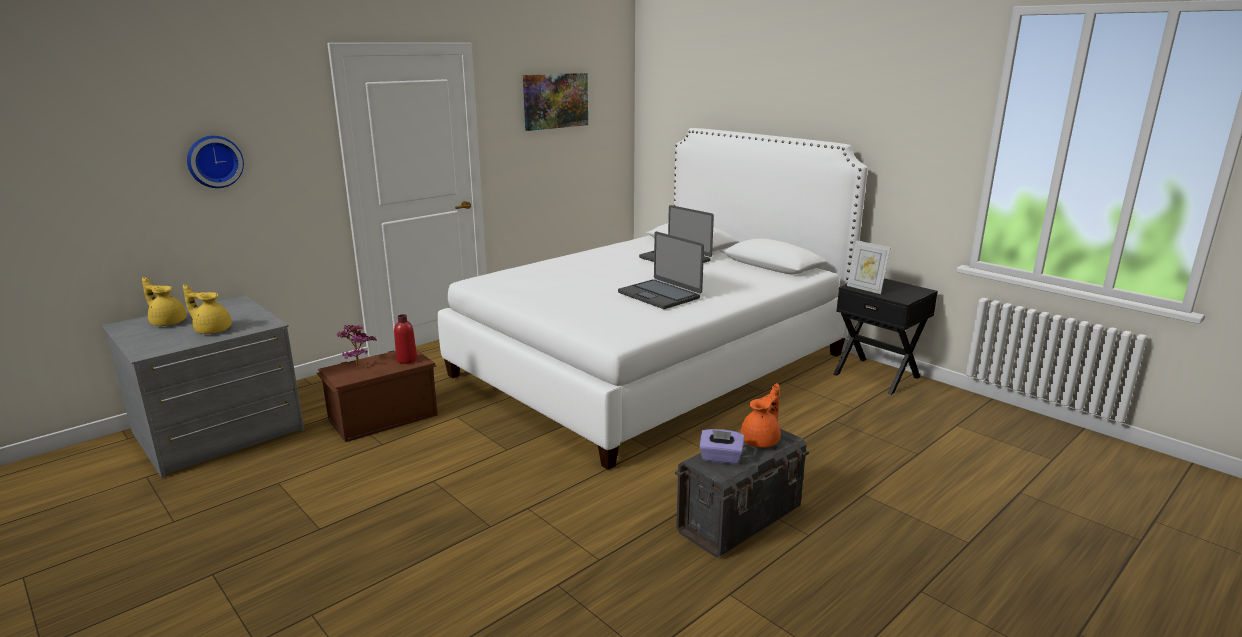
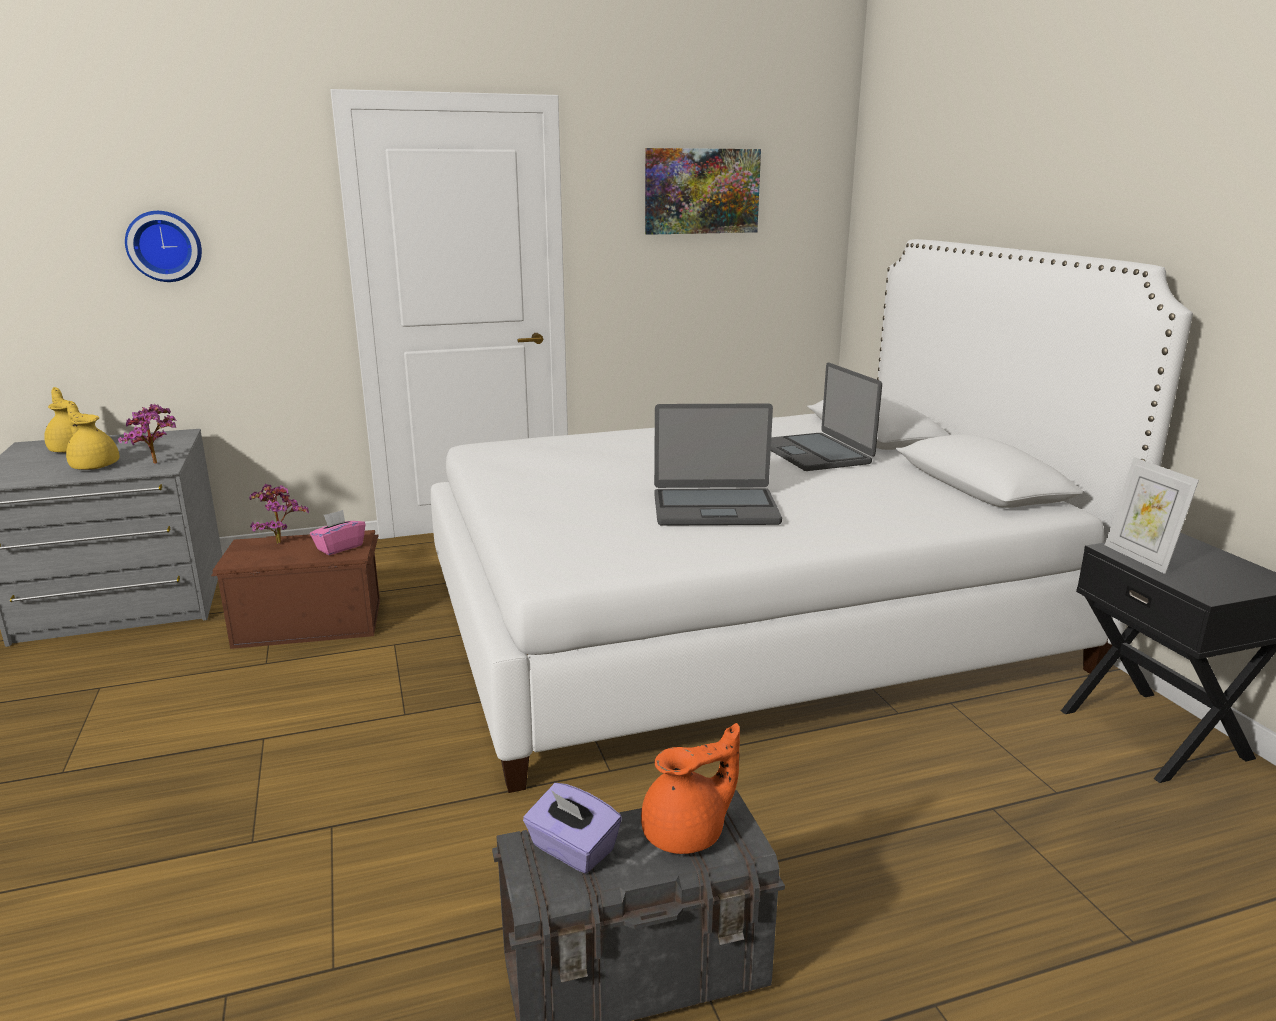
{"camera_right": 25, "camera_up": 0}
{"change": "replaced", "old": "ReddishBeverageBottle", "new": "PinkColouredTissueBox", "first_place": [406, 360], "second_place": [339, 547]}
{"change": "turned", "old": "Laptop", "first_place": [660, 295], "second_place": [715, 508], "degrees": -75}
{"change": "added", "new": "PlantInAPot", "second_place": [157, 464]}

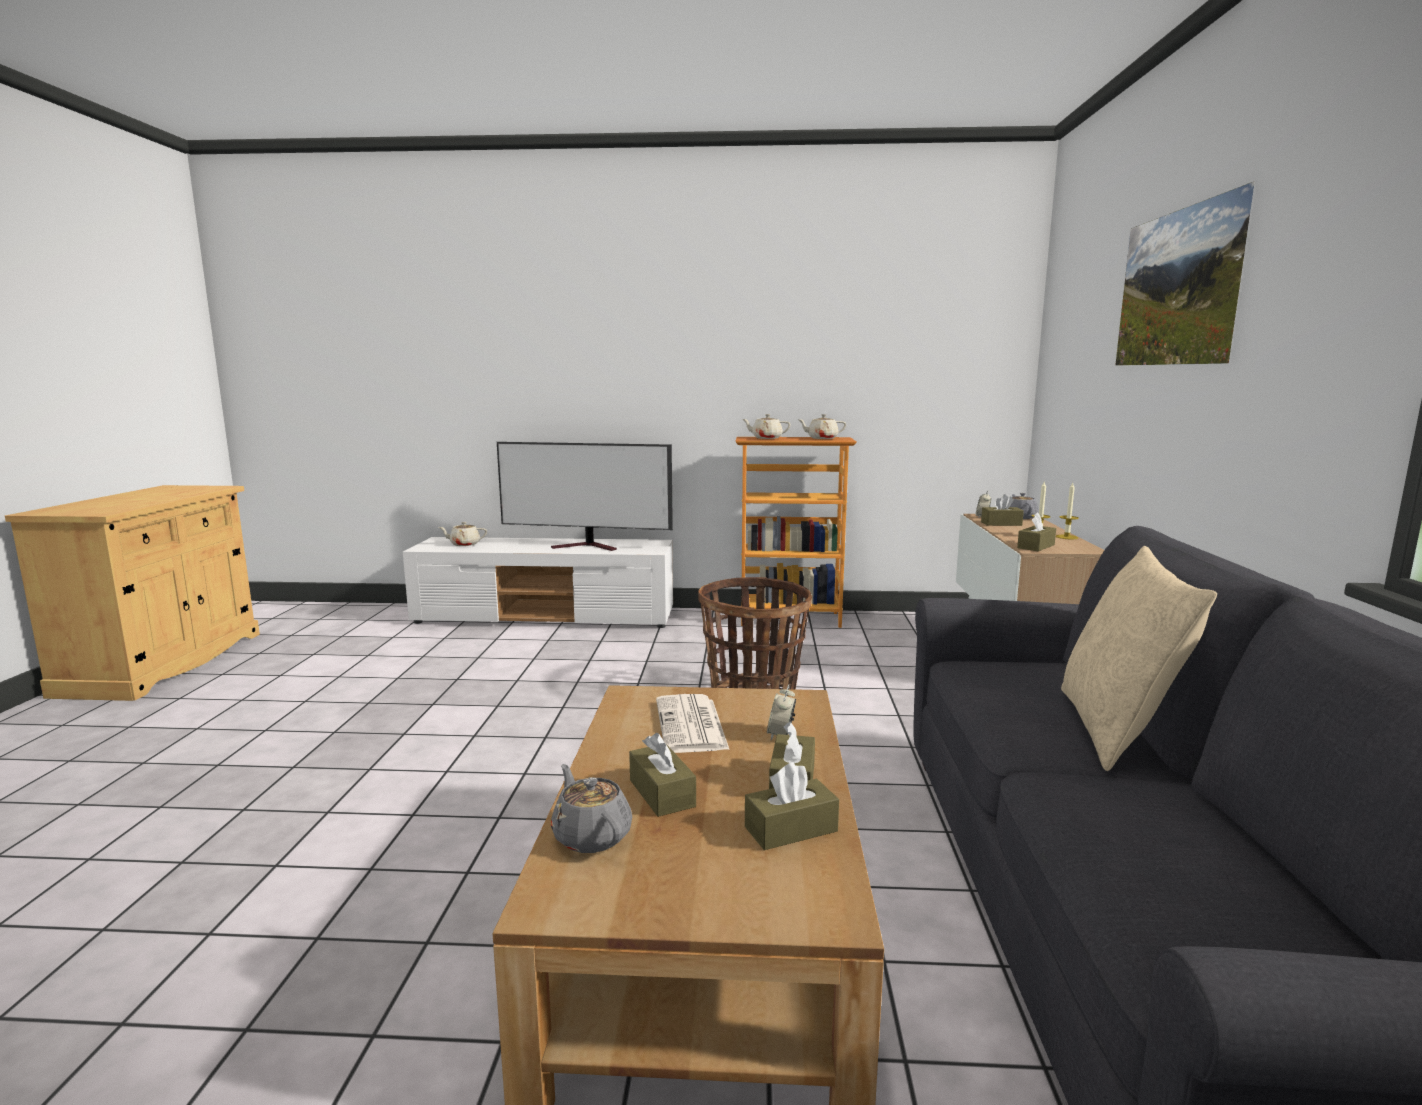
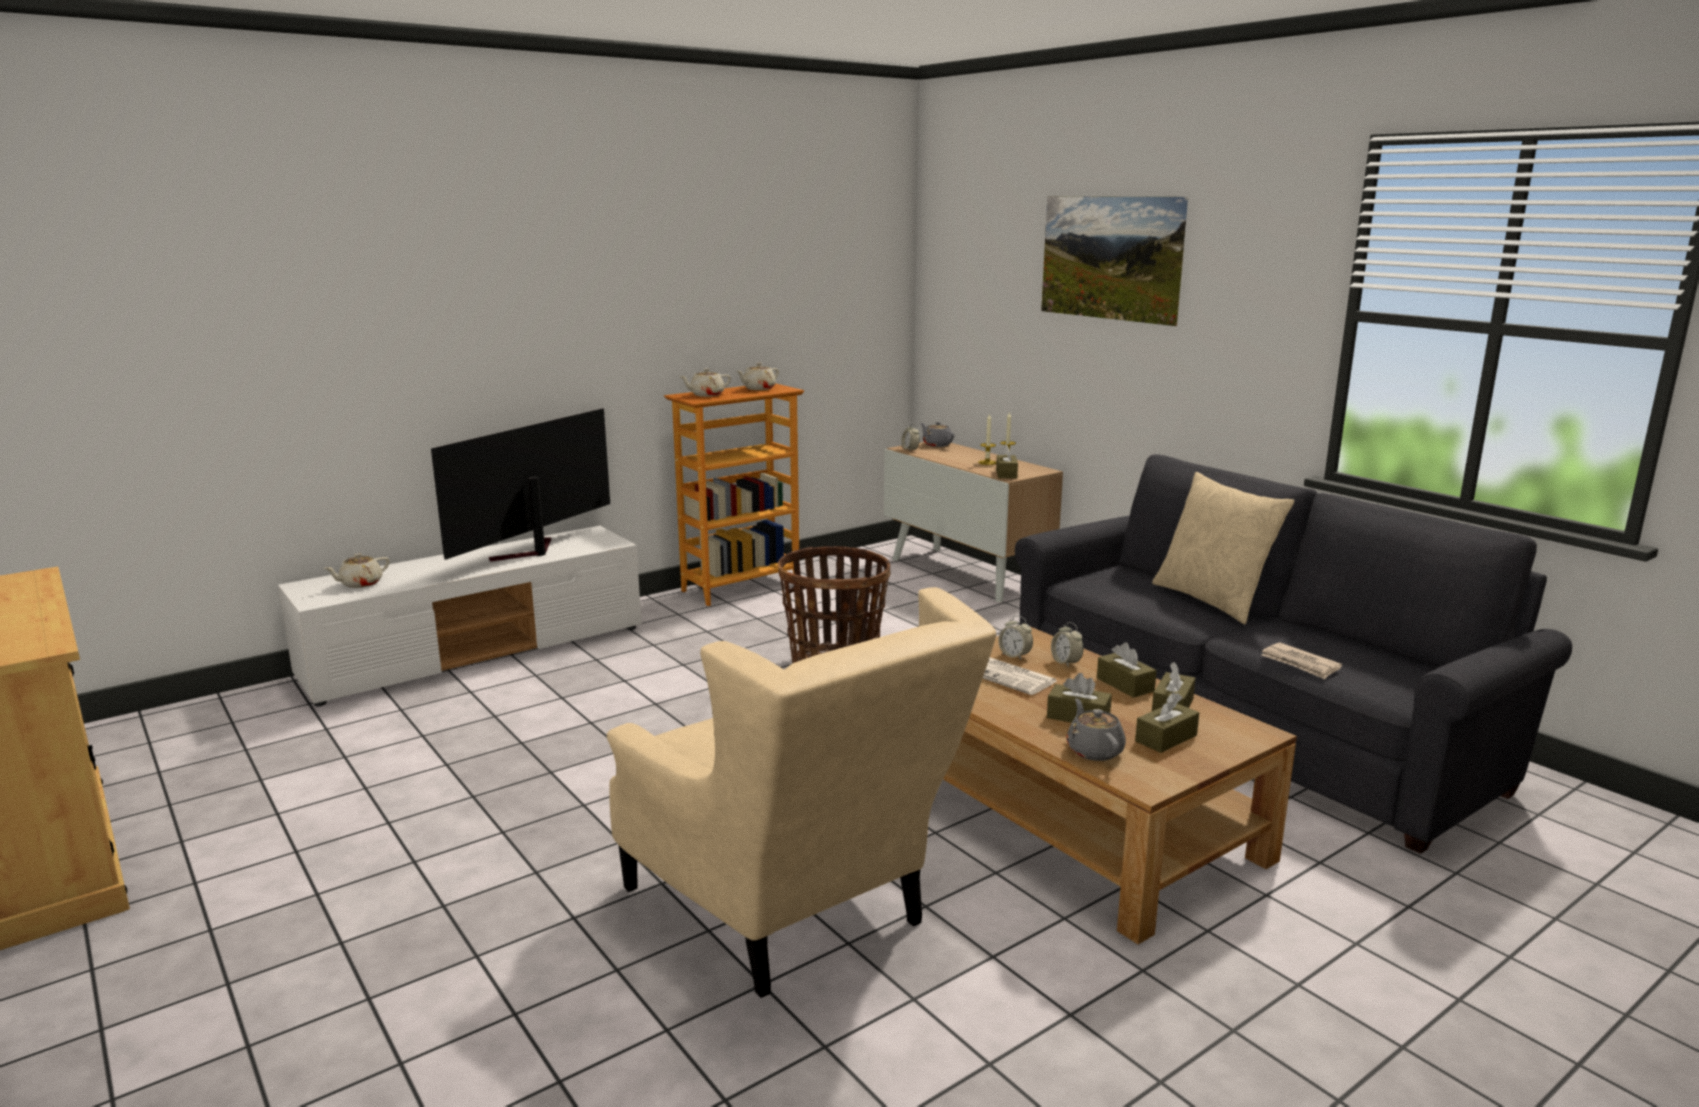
{"camera_right": -40, "camera_up": 5}
{"change": "turned", "old": "TvSet", "first_place": [589, 546], "second_place": [529, 553], "degrees": 150}
{"change": "turned", "old": "GreyishTeapot", "first_place": [591, 836], "second_place": [1094, 751], "degrees": 60}
{"change": "moved", "old": "BrownishTissueBox", "first_place": [1001, 523], "second_place": [1166, 738]}
{"change": "added", "new": "BeigeColouredEasyChair", "second_place": [795, 913]}
{"change": "added", "new": "BedsideClock", "second_place": [1015, 656]}
{"change": "added", "new": "DailyPaper", "second_place": [1300, 664]}

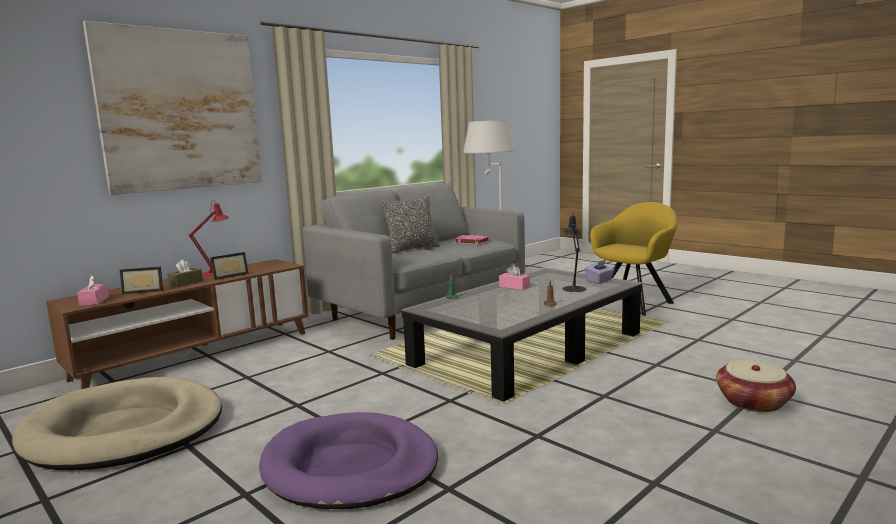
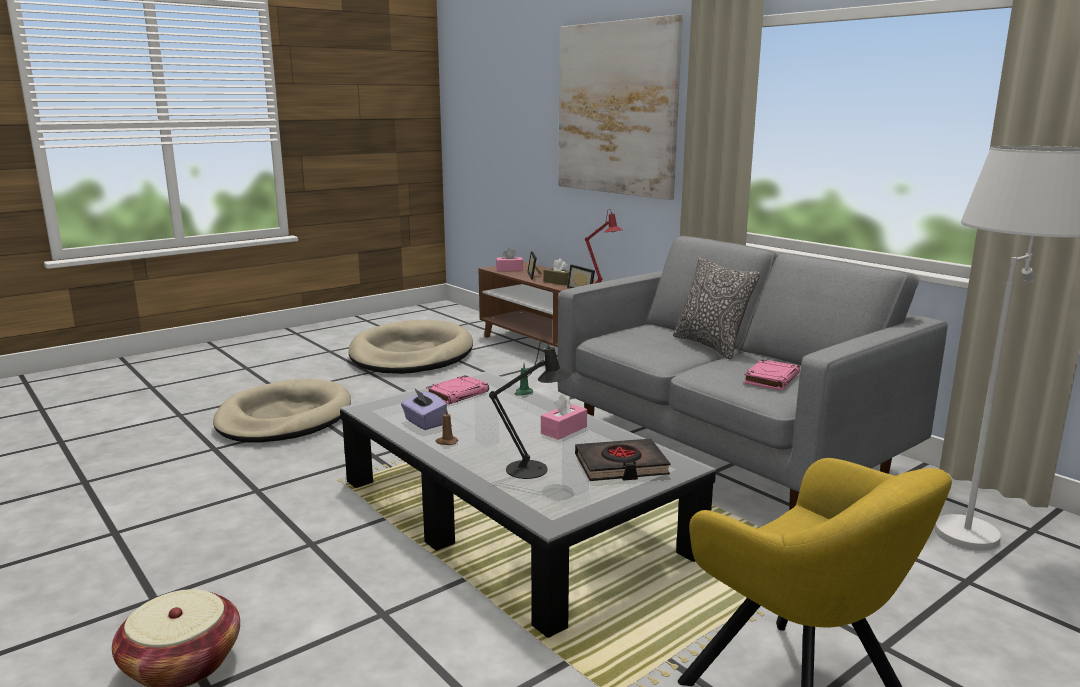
{"camera_right": 95, "camera_up": 5}
{"change": "recoloured", "old": "PurplePetBed", "new": "BeigeColouredPetBed", "first_place": [350, 467], "second_place": [284, 418]}
{"change": "moved", "old": "PurpleTissueBox", "first_place": [599, 281], "second_place": [424, 423]}
{"change": "added", "new": "PinkColouredBoundBook", "second_place": [458, 394]}
{"change": "added", "new": "BlackBoundBook", "second_place": [621, 466]}

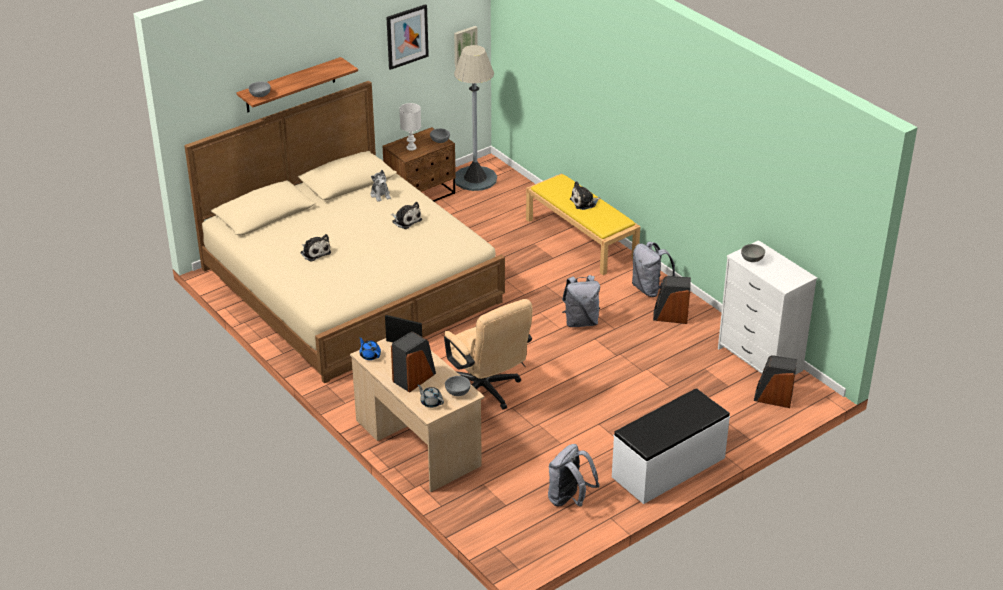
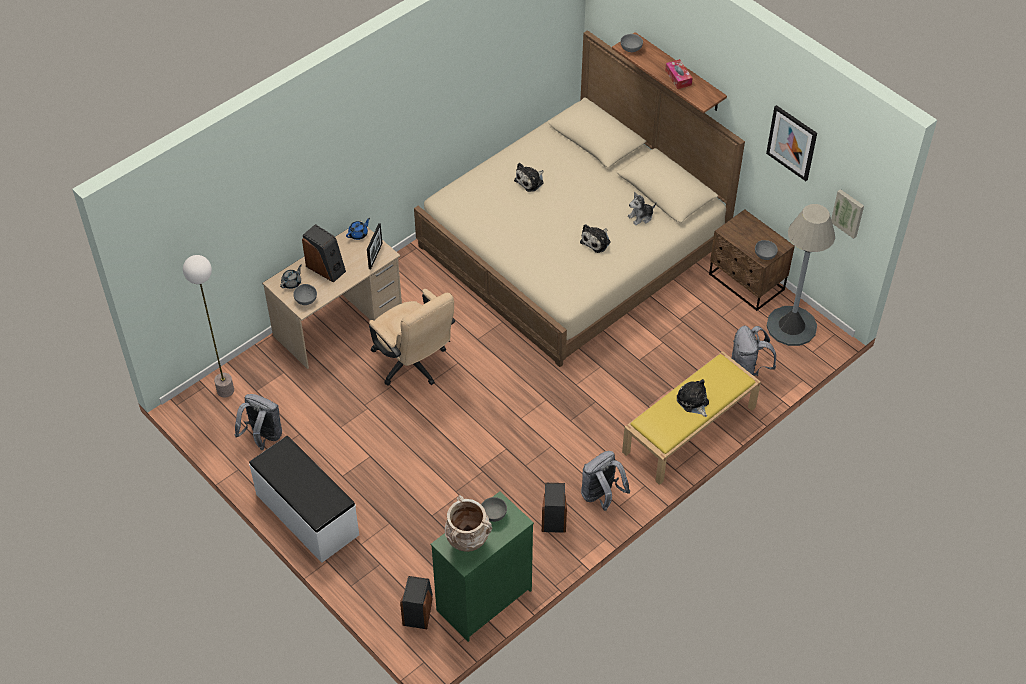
{"camera_right": 85, "camera_up": 15}
{"change": "removed", "old": "WhiteTableLamp", "first_place": [411, 148]}
{"change": "turned", "old": "BeigeColouredOfficeChair", "first_place": [486, 392], "second_place": [413, 365], "degrees": -90}
{"change": "moved", "old": "GreyishBackpack", "first_place": [581, 322], "second_place": [748, 369]}
{"change": "recoloured", "old": "WhiteChestOfDrawers", "new": "GreenishChestOfDrawers", "first_place": [759, 360], "second_place": [483, 600]}
{"change": "added", "new": "FloorLamp", "second_place": [225, 390]}
{"change": "added", "new": "BeigeColouredDecorativeVase", "second_place": [468, 543]}
{"change": "added", "new": "TissueBox", "second_place": [678, 78]}

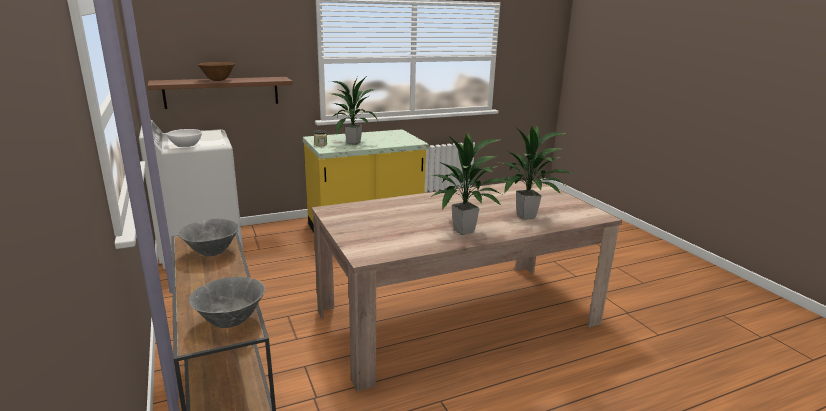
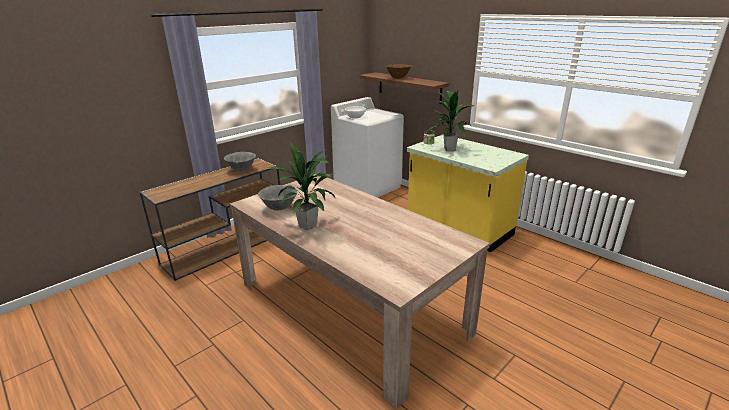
{"camera_right": 70, "camera_up": 5}
{"change": "moved", "old": "GreyishServingBowl", "first_place": [230, 322], "second_place": [279, 208]}
{"change": "removed", "old": "PlantInAPot", "first_place": [527, 216]}

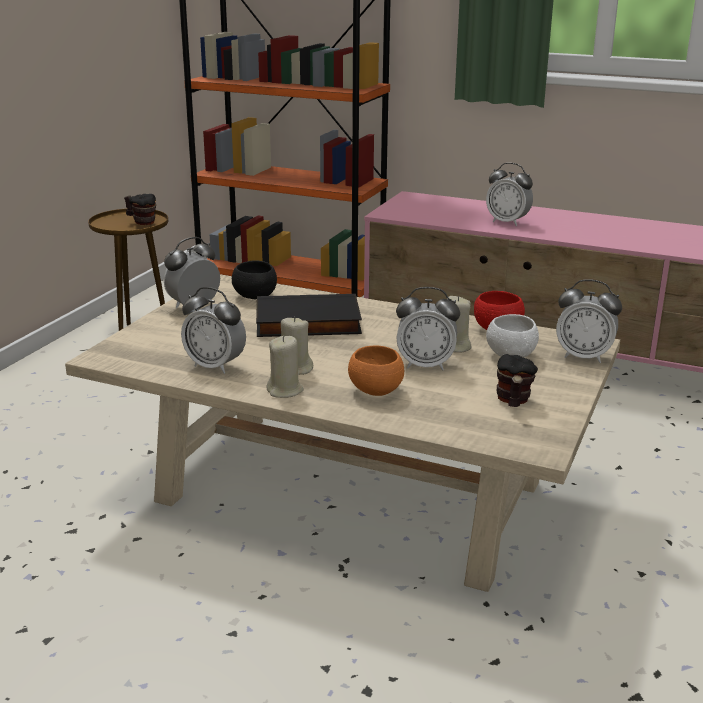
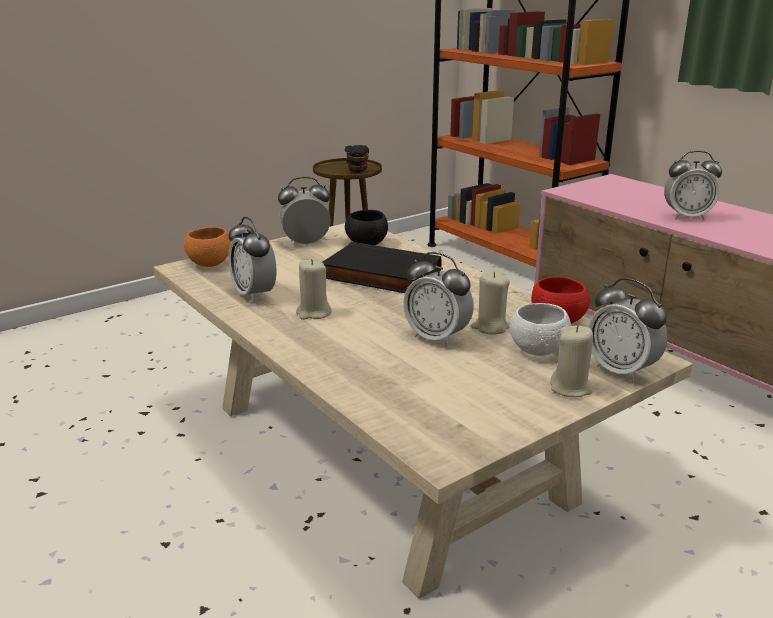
{"camera_right": 30, "camera_up": 0}
{"change": "moved", "old": "BeigeColouredWaxLight", "first_place": [285, 390], "second_place": [571, 388]}
{"change": "moved", "old": "OrangeServingBowl", "first_place": [375, 390], "second_place": [210, 263]}
{"change": "turned", "old": "BedsideClock", "first_place": [507, 222], "second_place": [687, 217], "degrees": -60}
{"change": "removed", "old": "CoffeeMug", "first_place": [512, 402]}

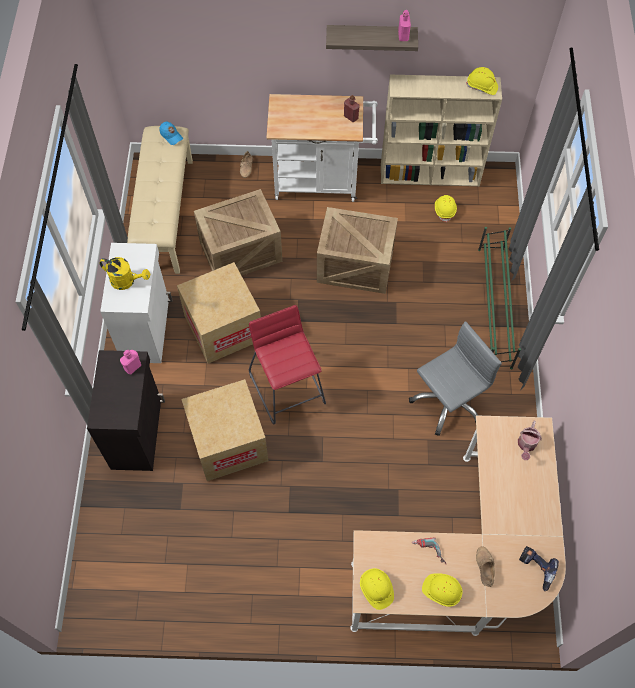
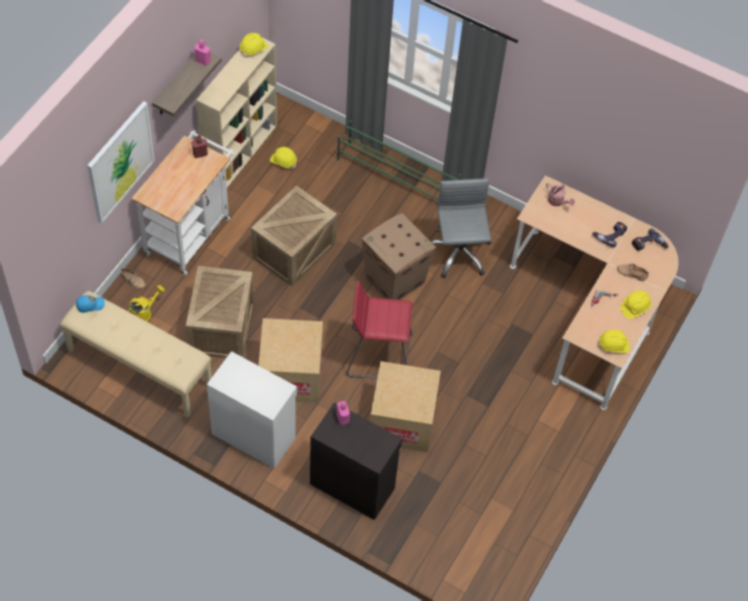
{"camera_right": -65, "camera_up": -5}
{"change": "moved", "old": "YellowishWateringCan", "first_place": [127, 281], "second_place": [144, 313]}
{"change": "added", "new": "WallArt", "second_place": [120, 162]}
{"change": "added", "new": "Carton", "second_place": [395, 279]}
{"change": "added", "new": "ElectricDrill", "second_place": [609, 235]}

